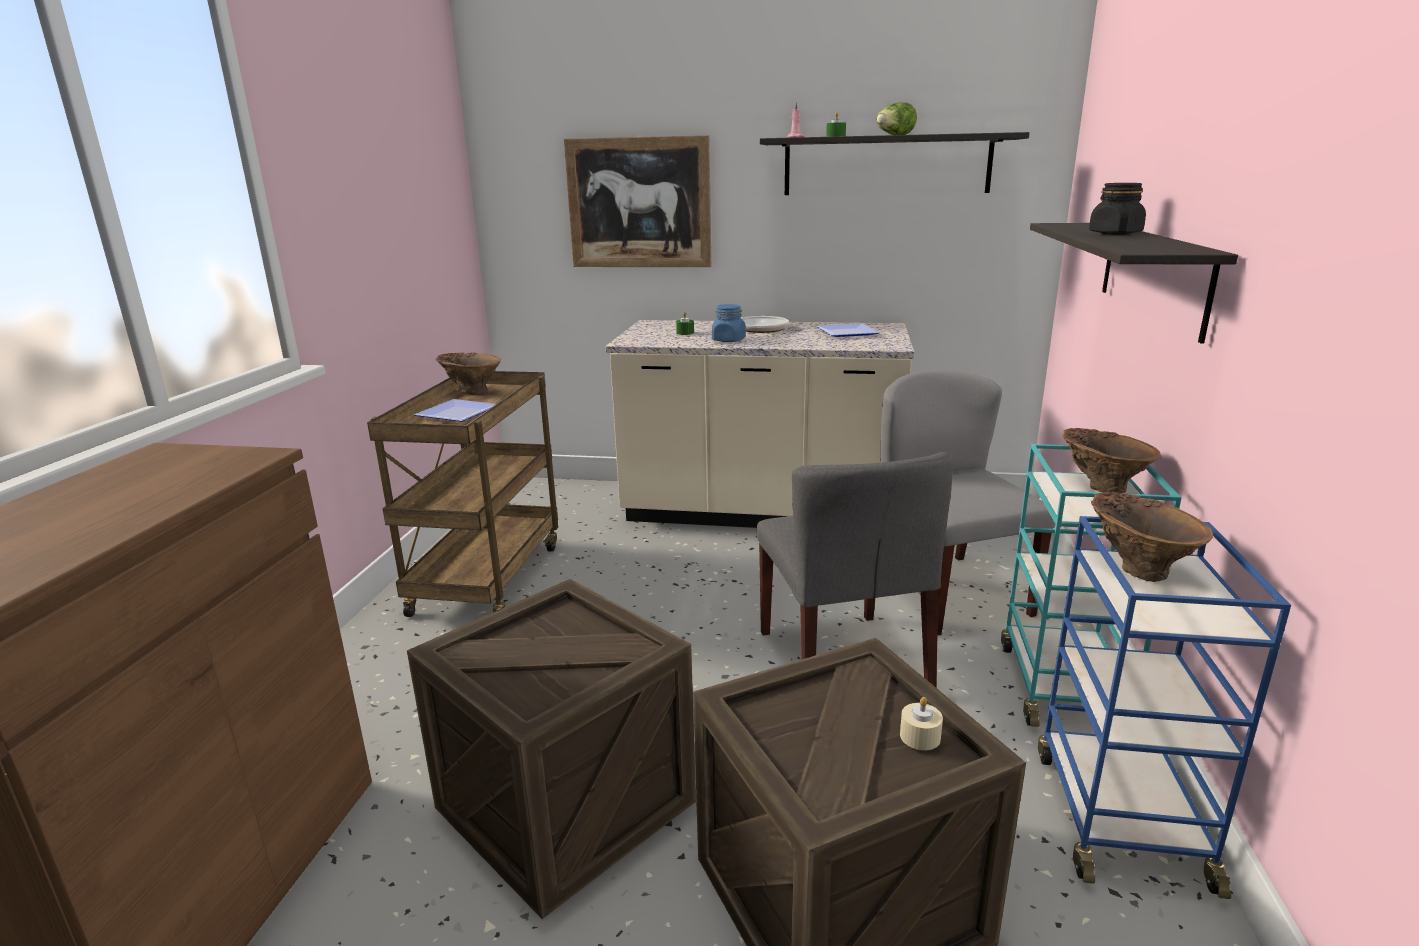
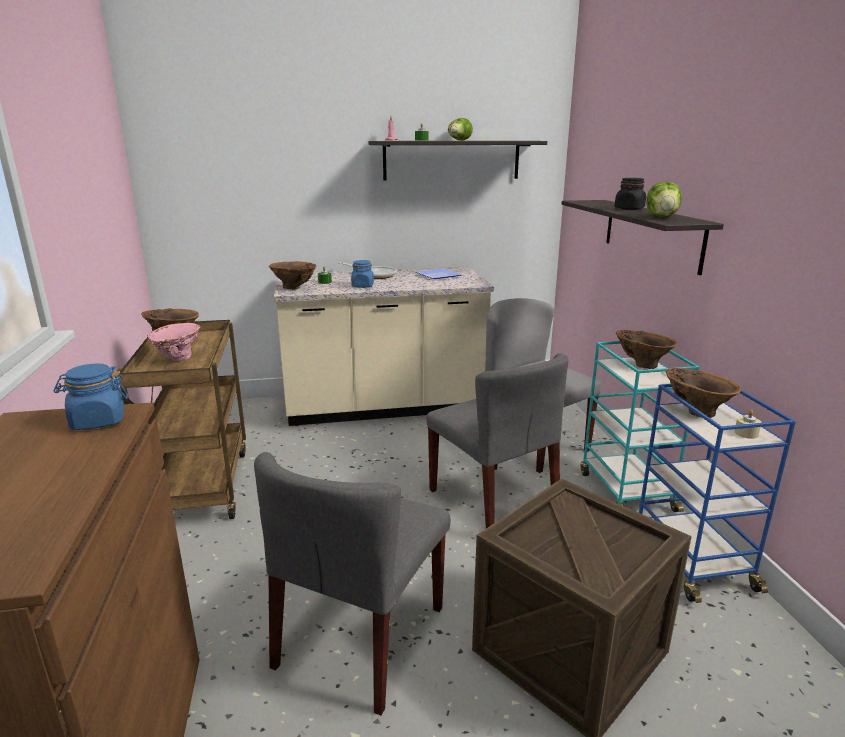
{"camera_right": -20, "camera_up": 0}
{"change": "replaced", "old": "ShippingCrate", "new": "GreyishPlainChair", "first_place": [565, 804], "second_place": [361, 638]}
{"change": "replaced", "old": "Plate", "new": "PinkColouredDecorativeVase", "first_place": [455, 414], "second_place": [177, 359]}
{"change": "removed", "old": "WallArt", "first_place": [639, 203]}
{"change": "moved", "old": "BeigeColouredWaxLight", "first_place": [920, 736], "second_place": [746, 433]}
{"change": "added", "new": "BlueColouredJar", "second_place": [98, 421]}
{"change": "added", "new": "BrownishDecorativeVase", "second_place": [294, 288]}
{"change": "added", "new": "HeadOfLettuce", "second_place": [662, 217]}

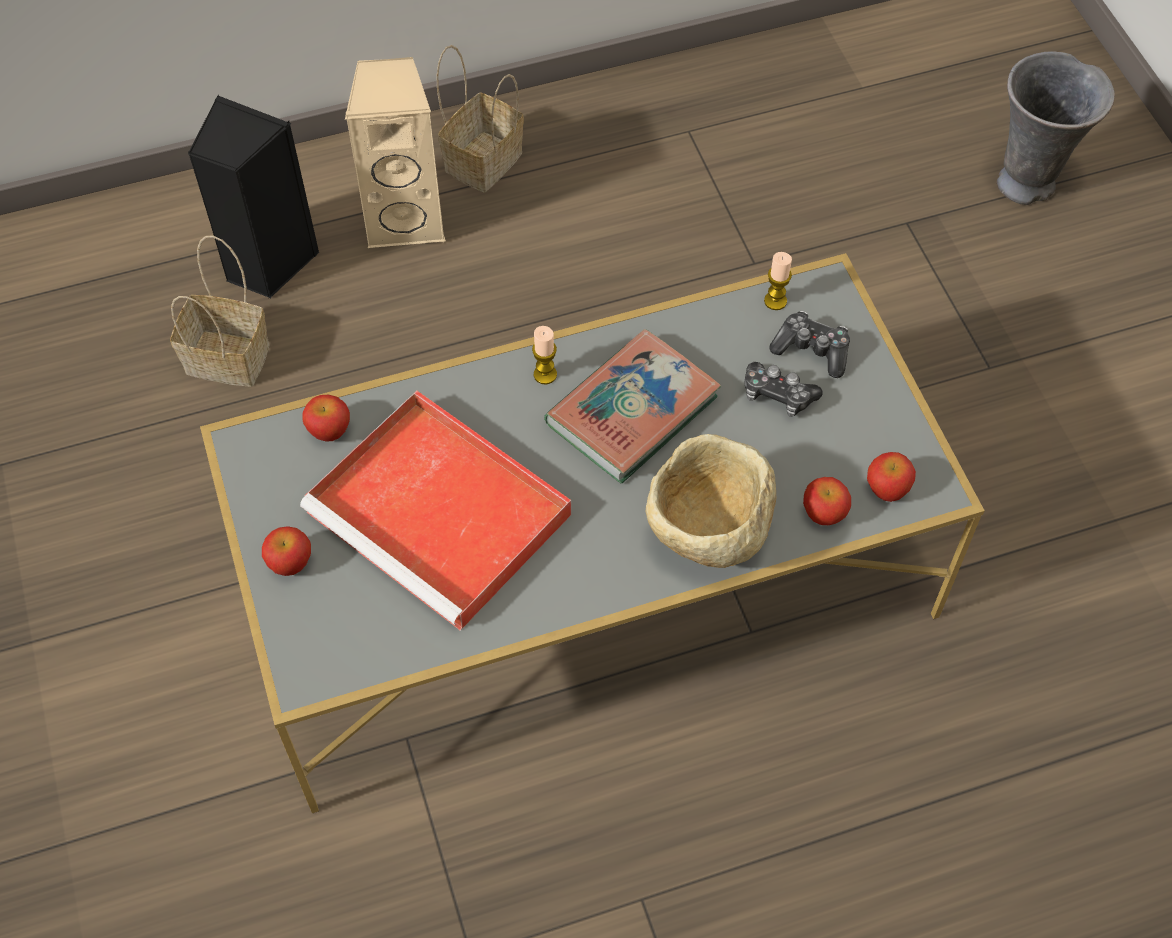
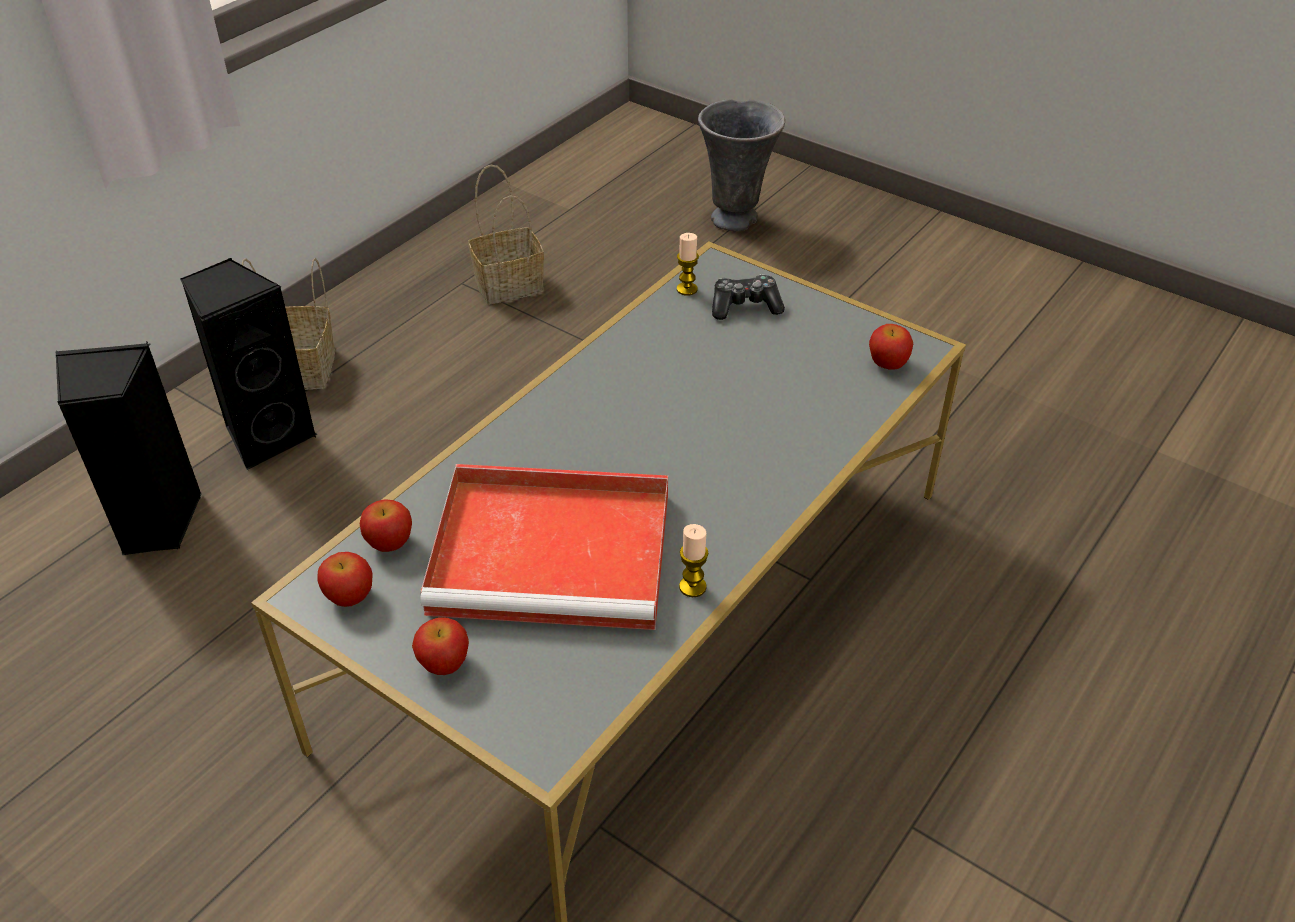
{"camera_right": -35, "camera_up": -15}
{"change": "moved", "old": "HouseholdBasket", "first_place": [231, 357], "second_place": [511, 284]}
{"change": "recoloured", "old": "BeigeColouredSpeaker", "new": "BlackSpeaker", "first_place": [406, 219], "second_place": [267, 435]}
{"change": "moved", "old": "WaxLight", "first_place": [545, 374], "second_place": [692, 587]}
{"change": "removed", "old": "BoundBook", "first_place": [632, 411]}
{"change": "removed", "old": "BeigeColouredServingBowl", "first_place": [707, 532]}
{"change": "removed", "old": "GameController", "first_place": [777, 395]}
{"change": "moved", "old": "Apple", "first_place": [823, 513], "second_place": [349, 596]}

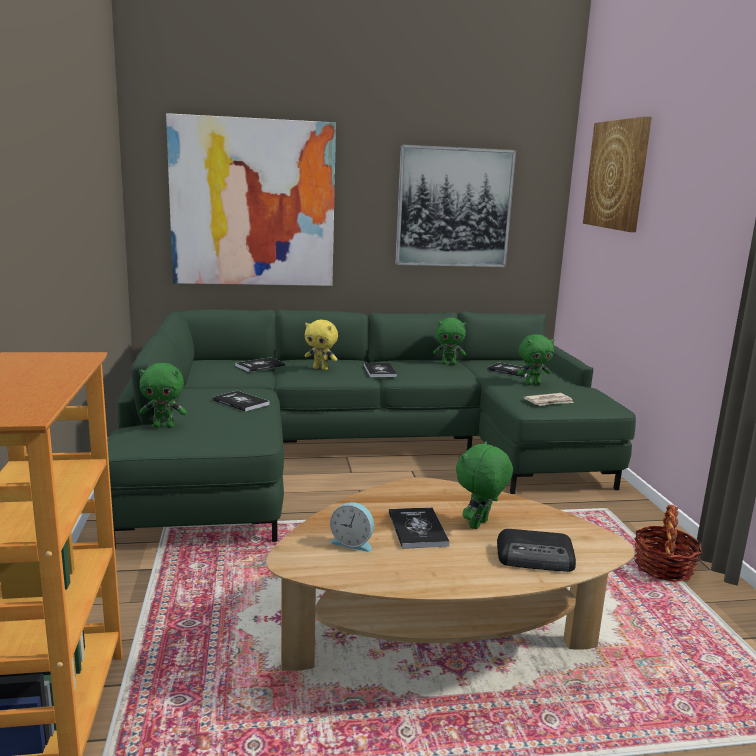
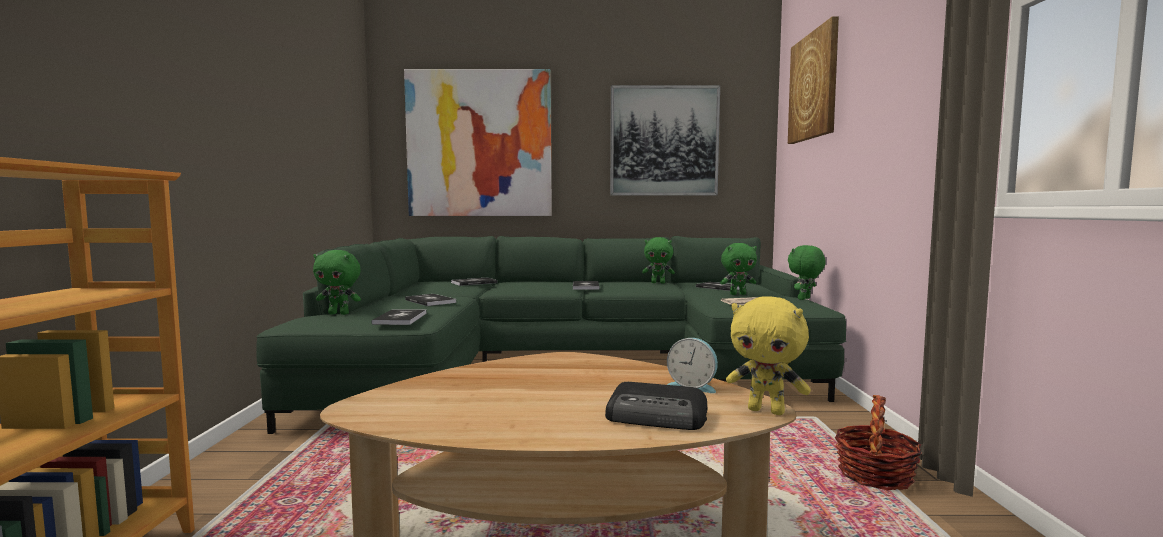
{"camera_right": 10, "camera_up": -10}
{"change": "moved", "old": "YellowishPlushToy", "first_place": [321, 368], "second_place": [767, 411]}
{"change": "moved", "old": "BedsideClock", "first_place": [353, 543], "second_place": [693, 386]}
{"change": "moved", "old": "BoundBook", "first_place": [417, 529], "second_place": [400, 318]}
{"change": "moved", "old": "GreenishPlushToy", "first_place": [479, 525], "second_place": [805, 299]}

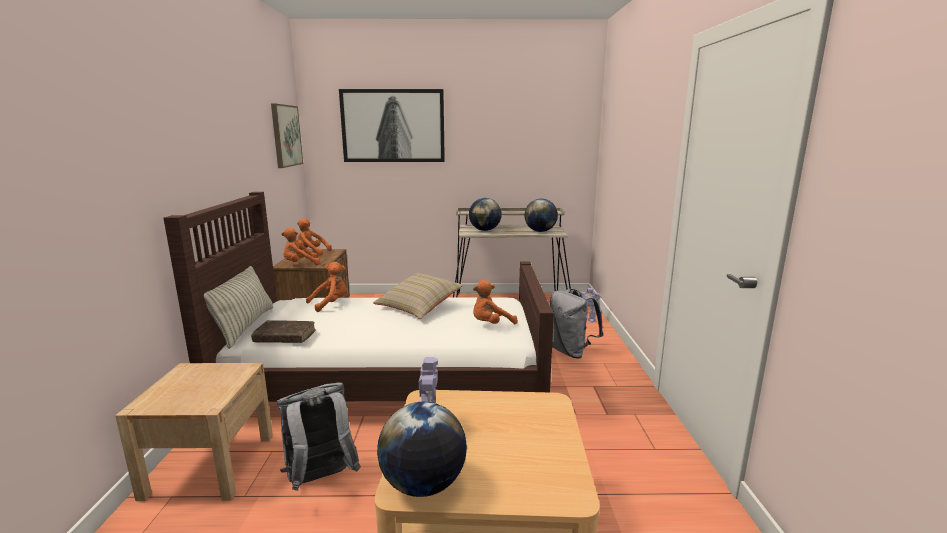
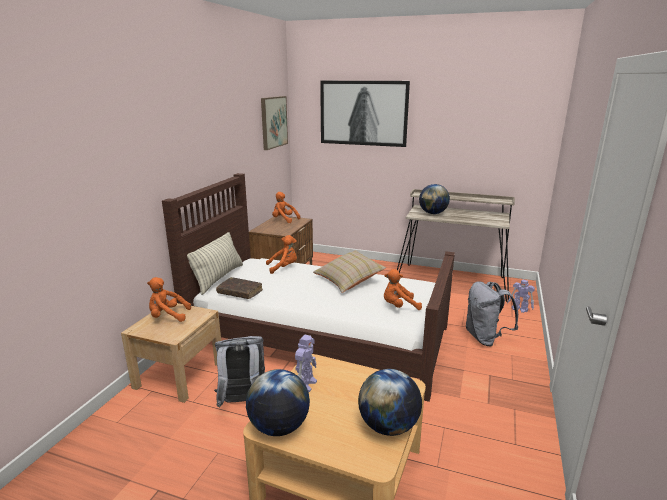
{"camera_right": 20, "camera_up": 5}
{"change": "moved", "old": "OrangePlushToy", "first_place": [300, 264], "second_place": [167, 316]}
{"change": "moved", "old": "Globe", "first_place": [540, 231], "second_place": [388, 426]}

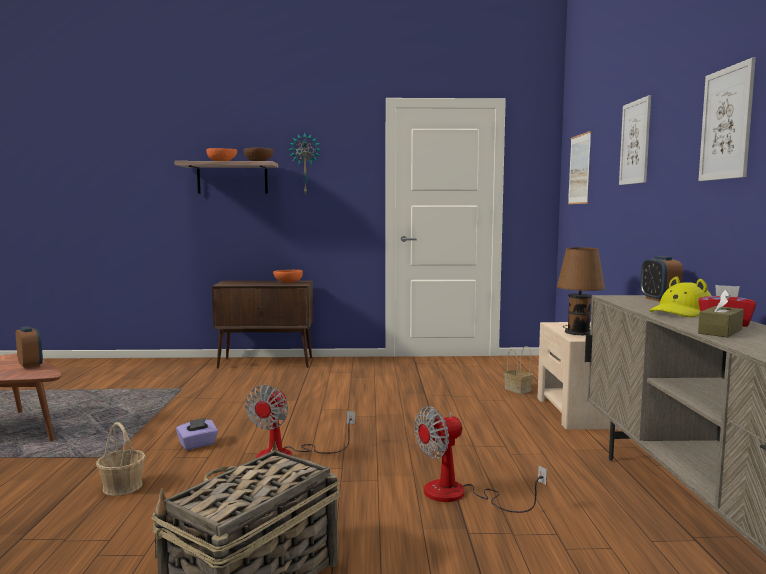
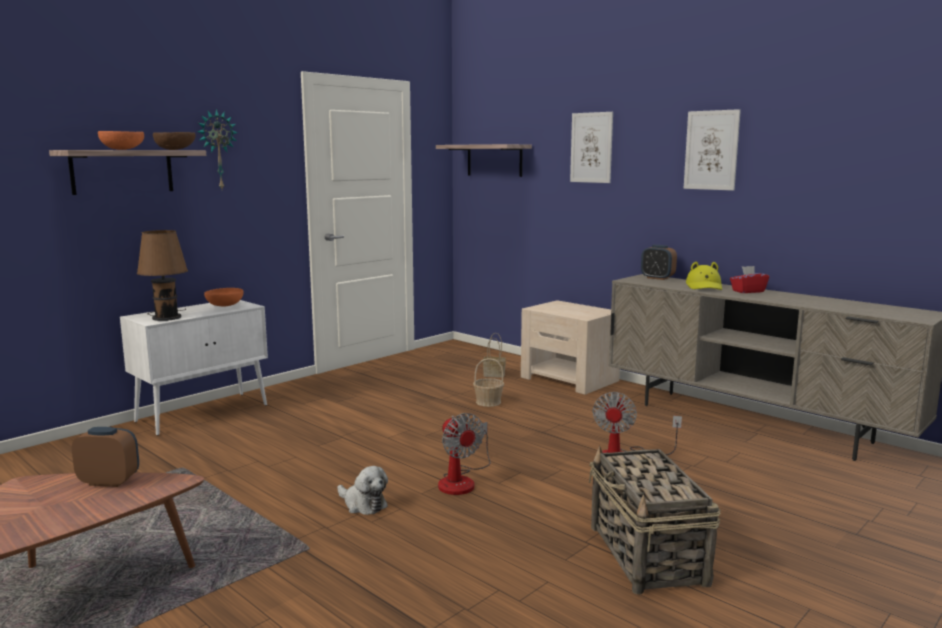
{"camera_right": -45, "camera_up": 5}
{"change": "moved", "old": "HouseholdBasket", "first_place": [122, 486], "second_place": [488, 402]}
{"change": "replaced", "old": "PurpleTissueBox", "new": "PlushToy", "first_place": [198, 445], "second_place": [363, 504]}
{"change": "recoloured", "old": "BrownishStorageCabinet", "new": "WhiteStorageCabinet", "first_place": [267, 362], "second_place": [204, 413]}
{"change": "moved", "old": "BrownishTableLamp", "first_place": [578, 332], "second_place": [166, 317]}
{"change": "replaced", "old": "WallArt", "new": "Shelf", "first_place": [579, 169], "second_place": [494, 160]}
{"change": "removed", "old": "BrownishTissueBox", "first_place": [720, 331]}

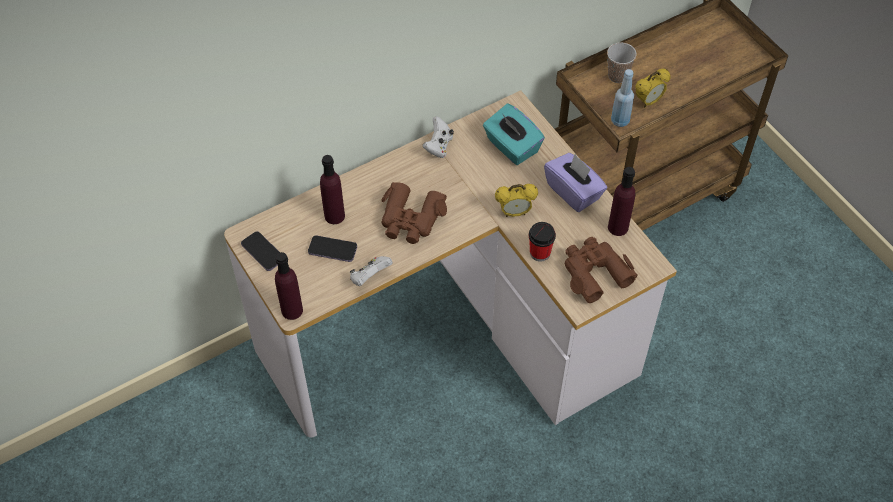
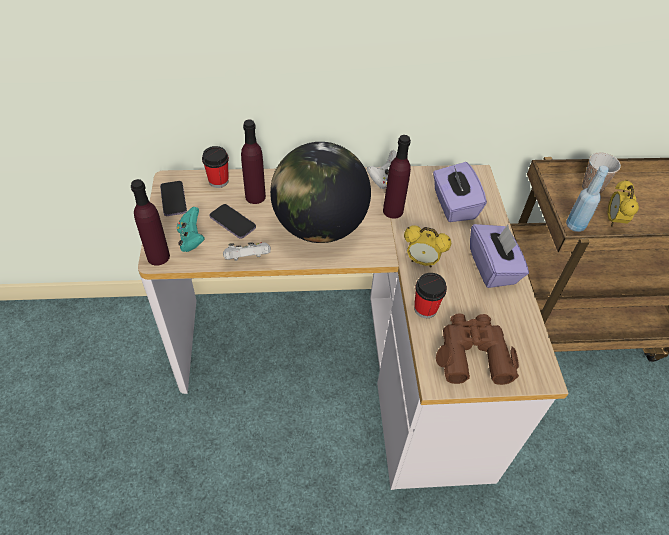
{"camera_right": 25, "camera_up": -5}
{"change": "replaced", "old": "BrownishPairOfBinoculars", "new": "Globe", "first_place": [411, 219], "second_place": [319, 227]}
{"change": "recoloured", "old": "TurquoiseColouredTissueBox", "new": "PurpleTissueBox", "first_place": [512, 147], "second_place": [453, 205]}
{"change": "moved", "old": "PurpleBeverageBottle", "first_place": [618, 227], "second_place": [393, 211]}
{"change": "turned", "old": "BedsideClock", "first_place": [648, 101], "second_place": [613, 220], "degrees": 105}
{"change": "added", "new": "TurquoiseColouredGameController", "second_place": [191, 239]}
{"change": "added", "new": "SmallCup", "second_place": [218, 181]}

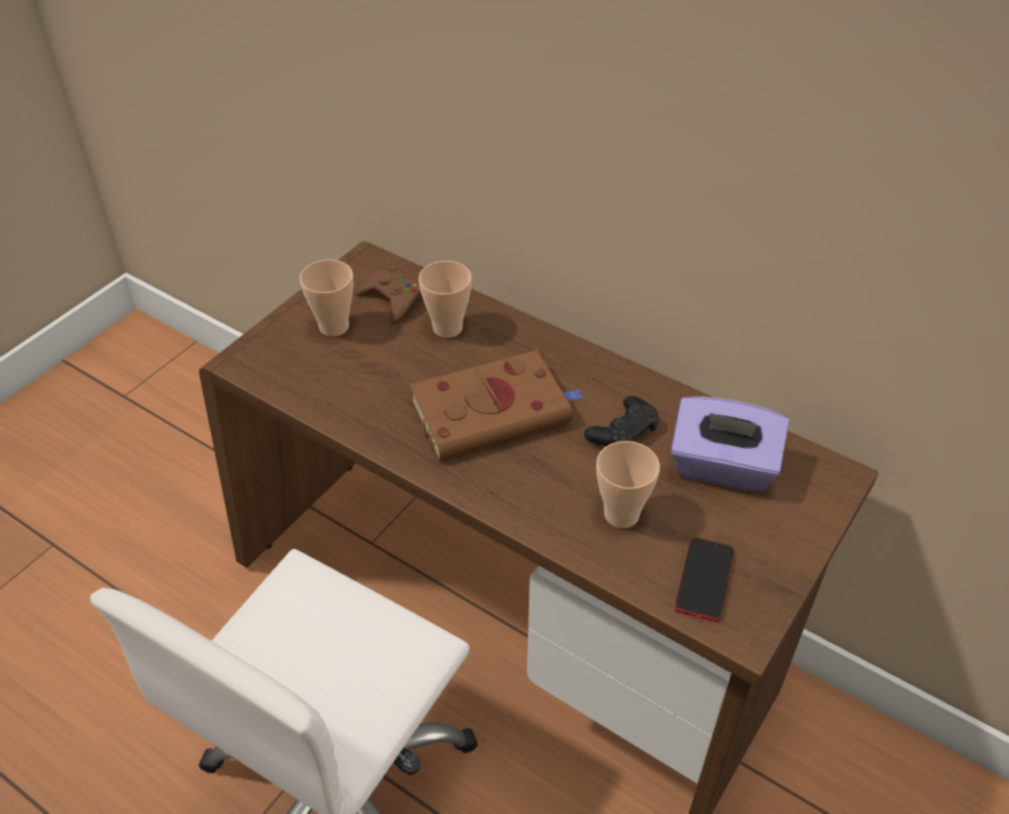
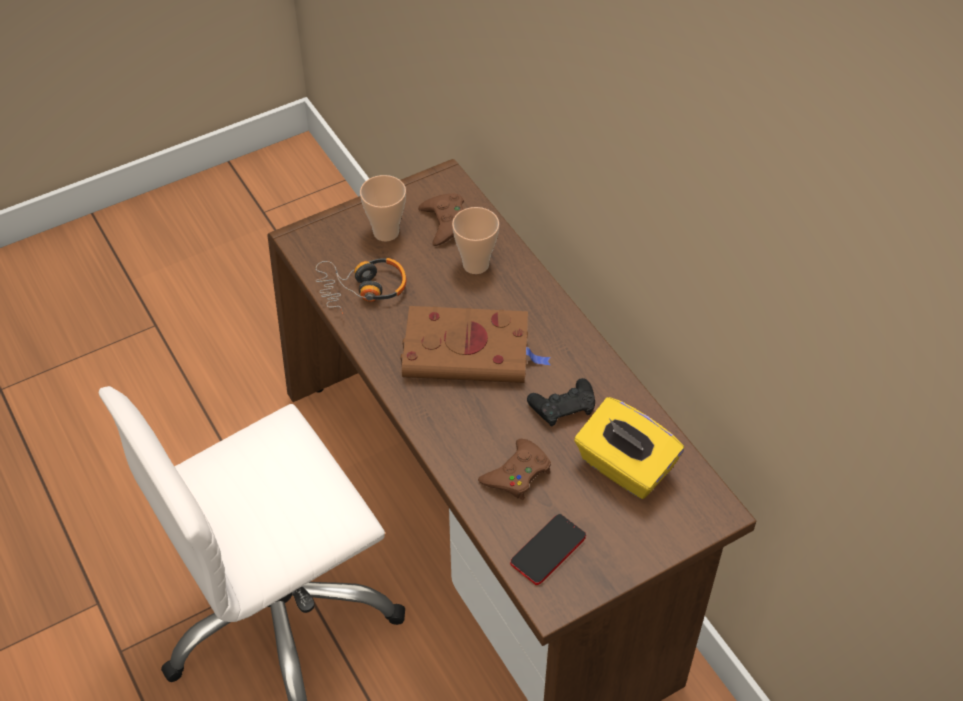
{"camera_right": 25, "camera_up": 5}
{"change": "replaced", "old": "SmallCup", "new": "BrownishGameController", "first_place": [621, 514], "second_place": [517, 474]}
{"change": "recoloured", "old": "PurpleTissueBox", "new": "YellowishTissueBox", "first_place": [722, 467], "second_place": [624, 467]}
{"change": "added", "new": "Headphones", "second_place": [362, 290]}

